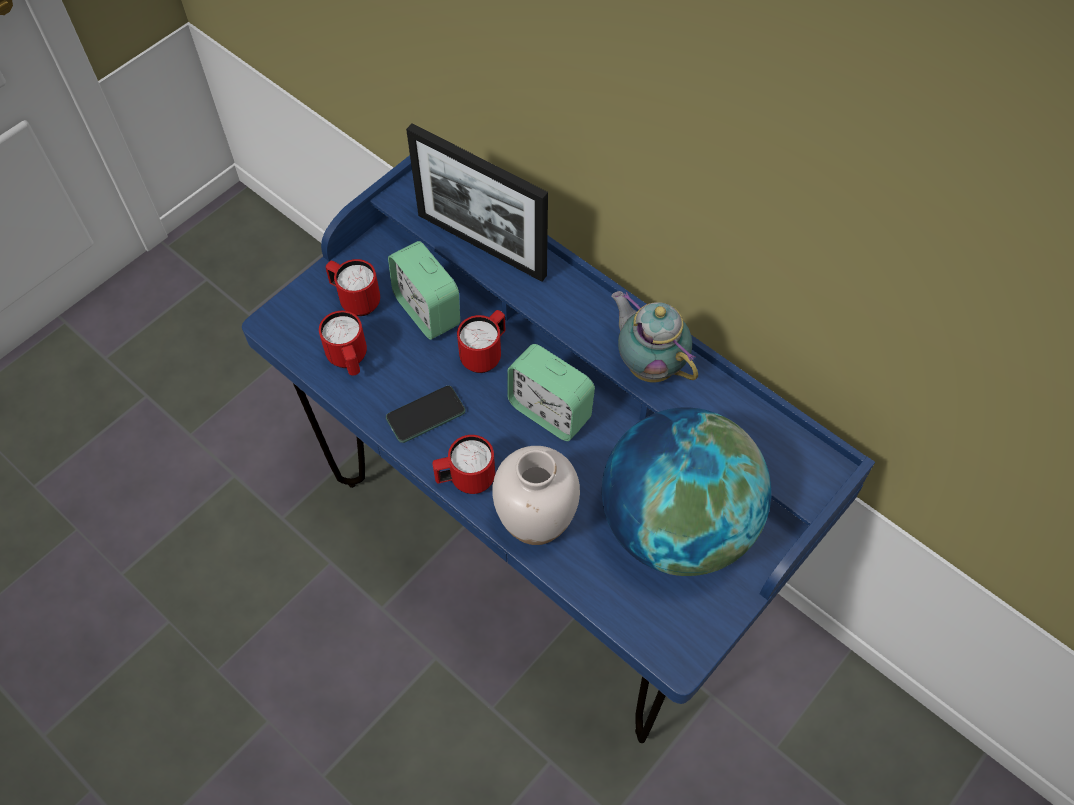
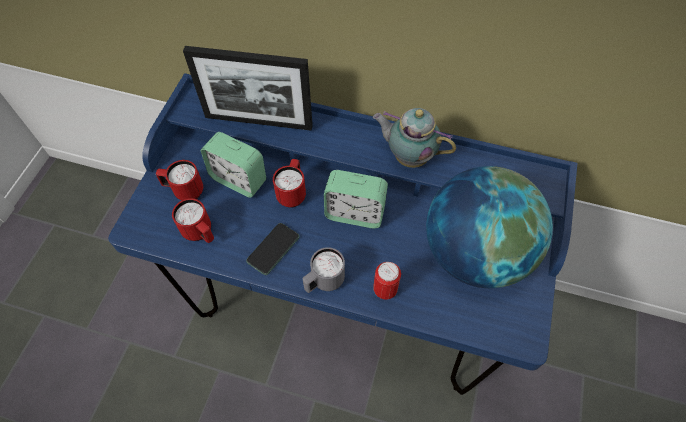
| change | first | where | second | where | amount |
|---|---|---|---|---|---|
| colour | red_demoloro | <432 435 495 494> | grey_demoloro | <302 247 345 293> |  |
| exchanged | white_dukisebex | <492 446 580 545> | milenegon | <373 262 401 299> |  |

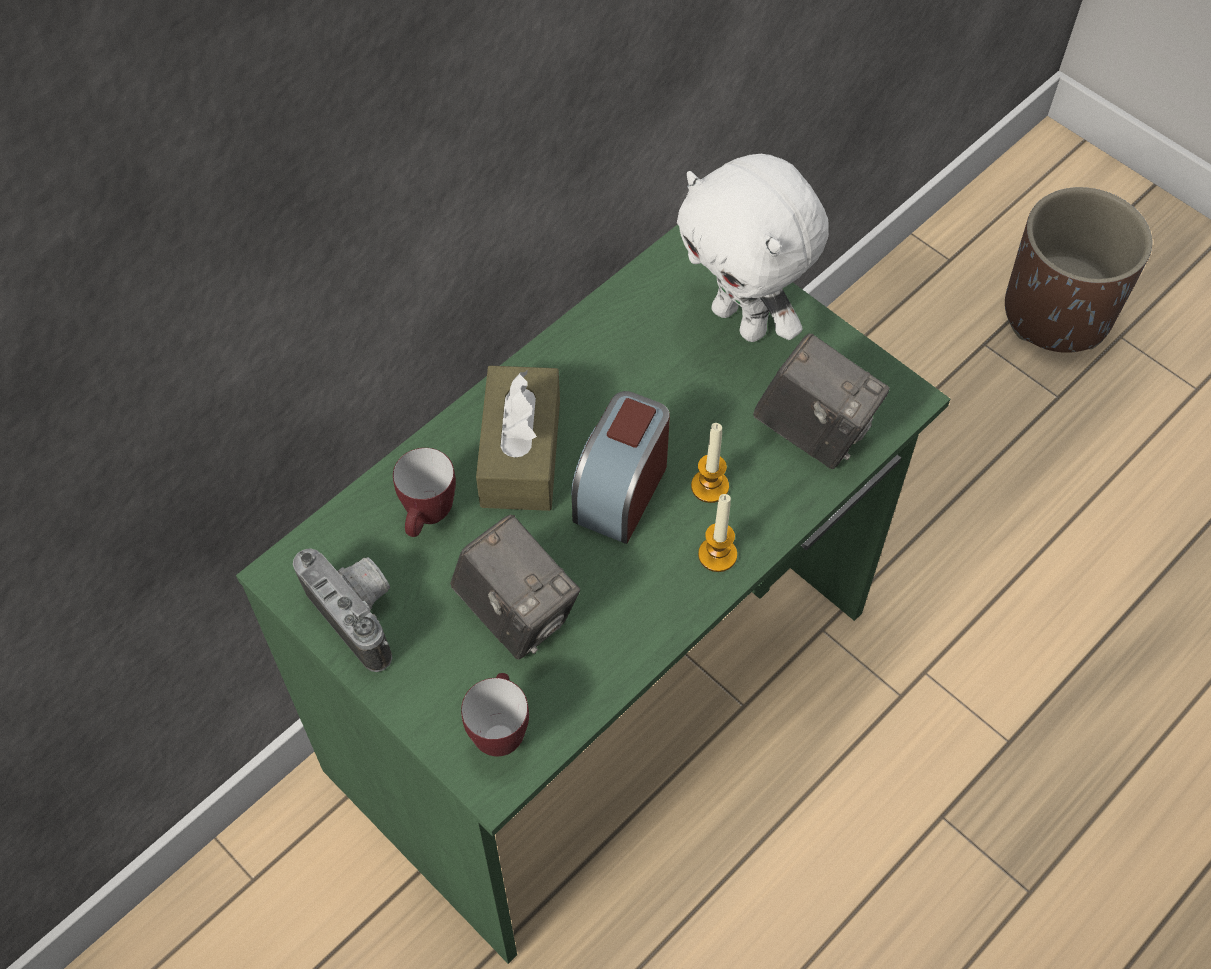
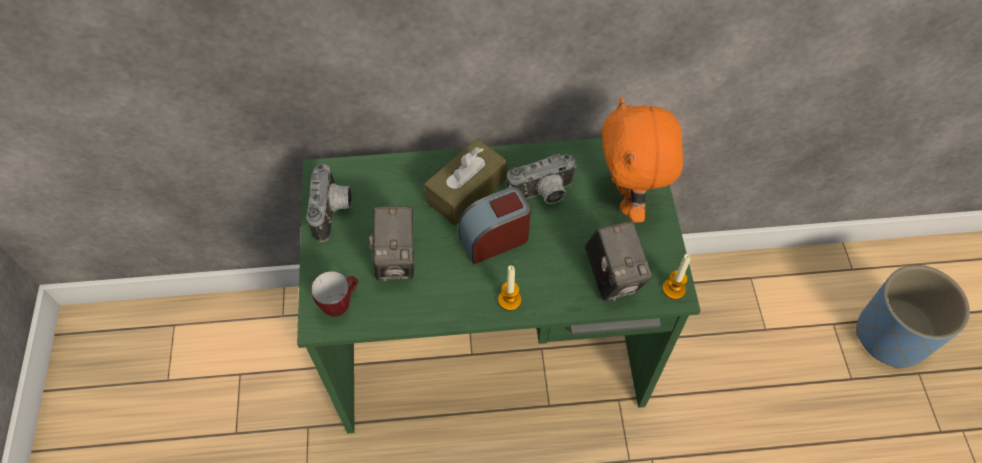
| change | first | where | second | where | amount |
|---|---|---|---|---|---|
| appeared |  |  | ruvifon | <507 154 577 204> |  |
| colour | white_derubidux | <677 154 829 342> | orange_derubidux | <602 97 683 223> |  |
| relocated | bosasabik | <691 423 729 503> |  | <663 254 691 299> |  |
| colour | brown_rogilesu | <1005 187 1152 353> | blue_rogilesu | <856 265 970 368> |  |
| missing | demoloro | <393 448 456 537> |  |  |  |

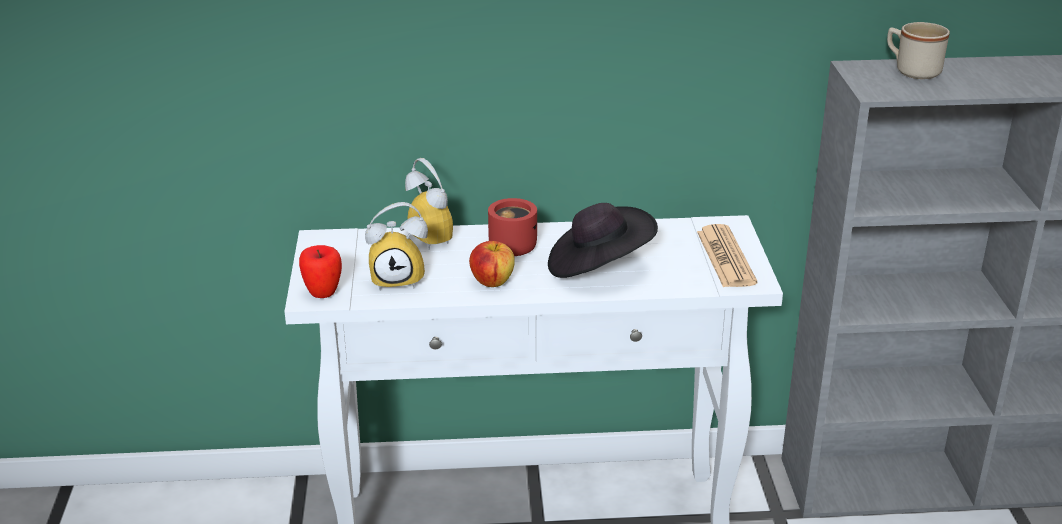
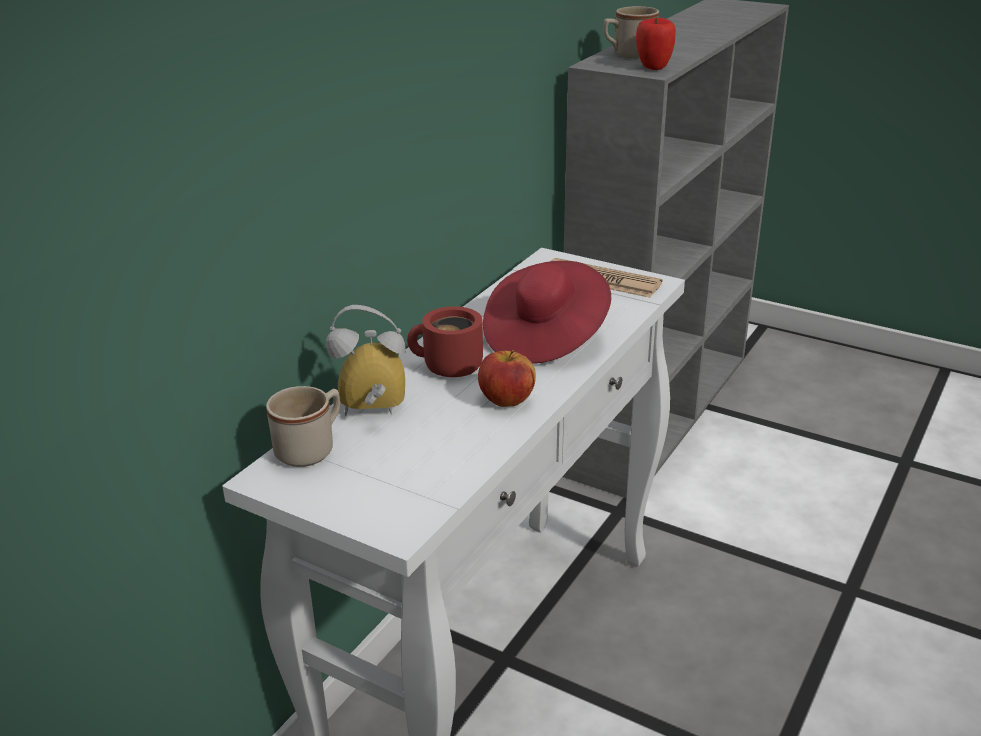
| change | first | where | second | where | amount |
|---|---|---|---|---|---|
| appeared |  |  | beige_demoloro | <266 386 340 467> |  |
| colour | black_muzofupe | <548 203 658 278> | red_muzofupe | <483 261 611 364> |  |
| relocated | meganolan | <299 245 342 298> |  | <636 18 676 70> |  |
| missing | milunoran | <365 202 428 291> |  |  |  |

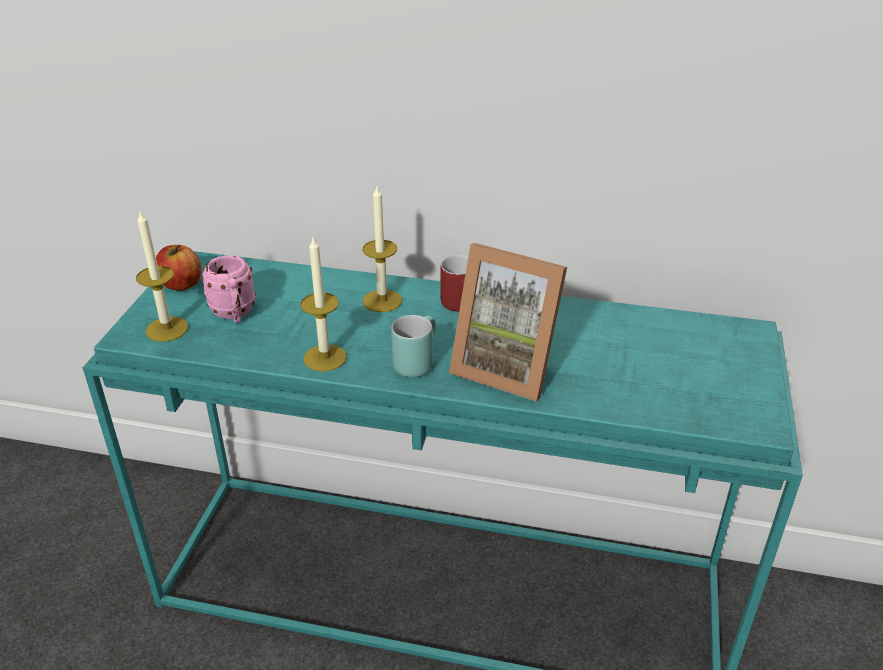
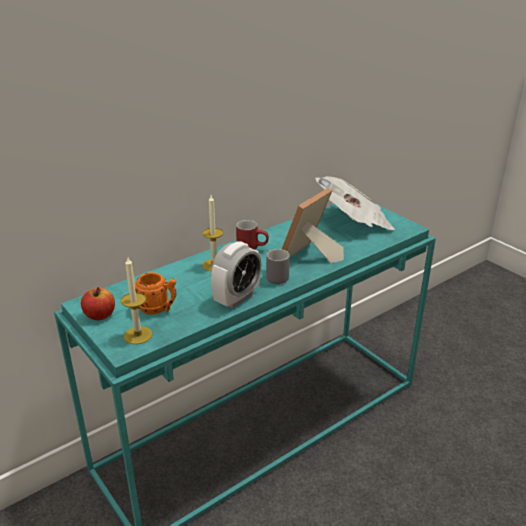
| change | first | where | second | where | amount |
|---|---|---|---|---|---|
| colour | pink_demoloro | <201 255 256 323> | orange_demoloro | <135 272 176 315> |  |
| exchanged | bosasabik | <300 237 347 372> | milunoran | <211 241 261 309> |  |
| colour | turquoise_demoloro | <391 315 436 378> | grey_demoloro | <266 249 290 284> |  |
| spun | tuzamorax | <449 243 567 402> |  | <282 188 344 263> | 150 degrees clockwise |
| appeared |  |  | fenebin | <315 176 395 230> |  |

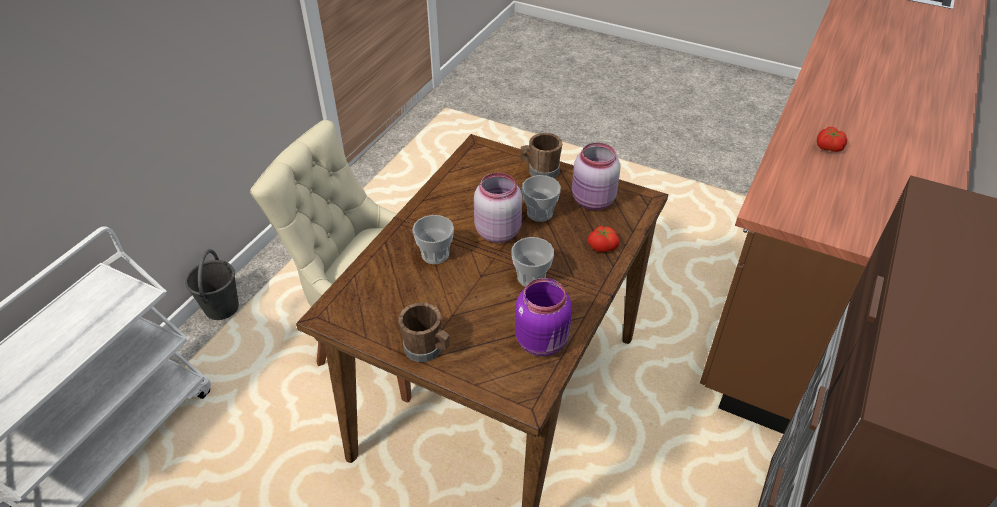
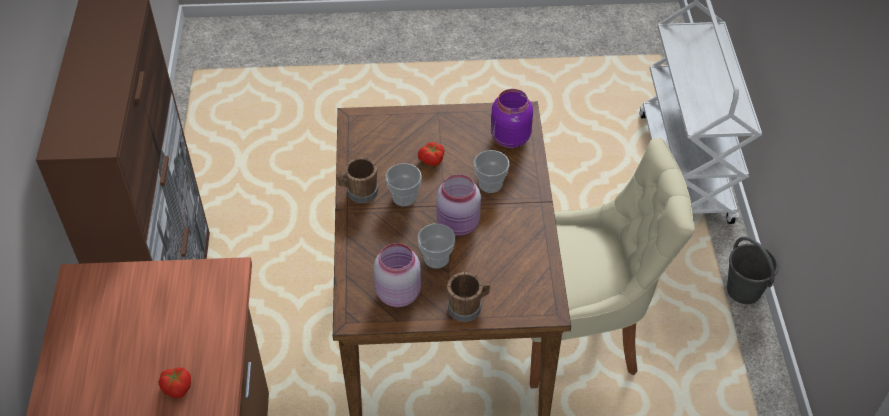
| change | first | where | second | where | amount |
|---|---|---|---|---|---|
| relocated | brown_demoloro | <399 302 450 362> |  | <337 157 378 203> |  |
| relocated | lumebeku | <588 225 620 252> |  | <418 142 444 166> |  |
| relocated | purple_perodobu | <515 278 572 357> |  | <491 89 533 148> |  |

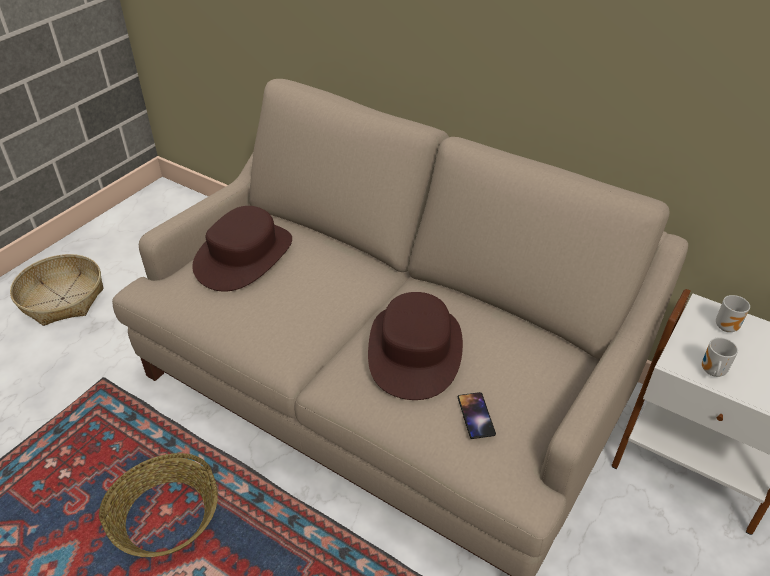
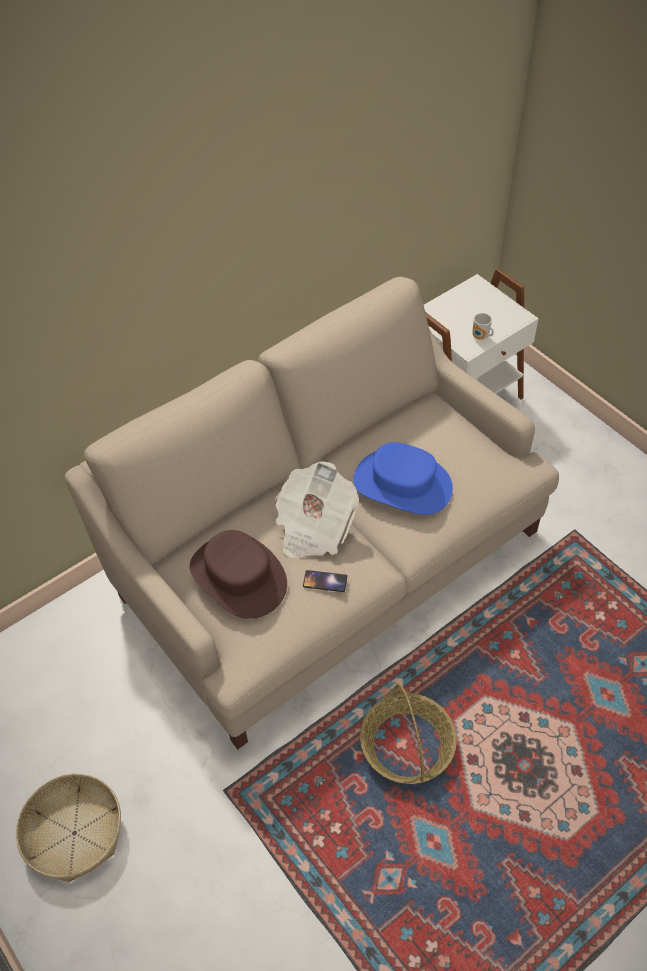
| change | first | where | second | where | amount |
|---|---|---|---|---|---|
| appeared |  |  | fenebin | <275 461 359 558> |  |
| relocated | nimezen | <458 392 496 439> |  | <303 570 347 592> |  |
| colour | brown_muzofupe | <368 292 463 400> | blue_muzofupe | <353 442 453 515> |  |
| missing | demoloro | <716 295 750 332> |  |  |  |

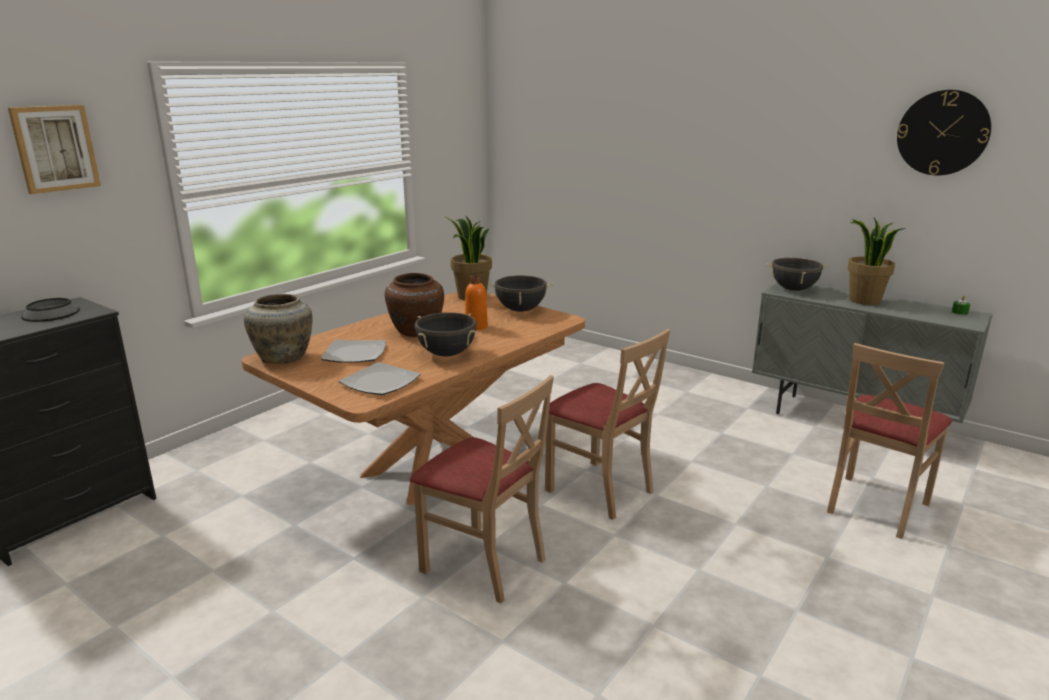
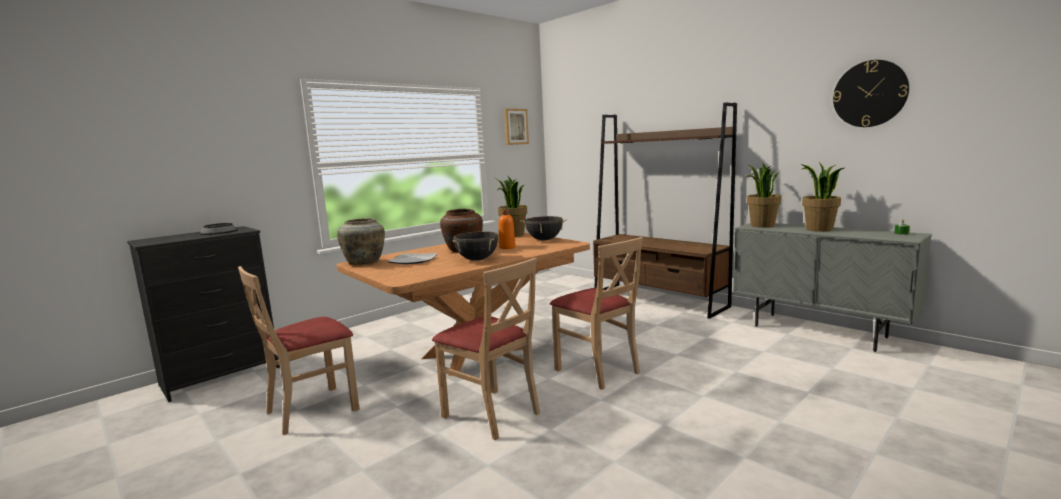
| change | first | where | second | where | amount |
|---|---|---|---|---|---|
| relocated | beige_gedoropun | <827 343 952 539> |  | <238 266 360 435> |  |
| relocated | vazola | <8 105 101 194> |  | <504 109 529 145> |  |
| appeared |  |  | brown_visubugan | <593 102 737 319> |  |
| exchanged | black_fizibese | <766 257 829 291> | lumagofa | <746 163 781 228> |  |
| missing | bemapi | <339 362 421 395> |  |  |  |

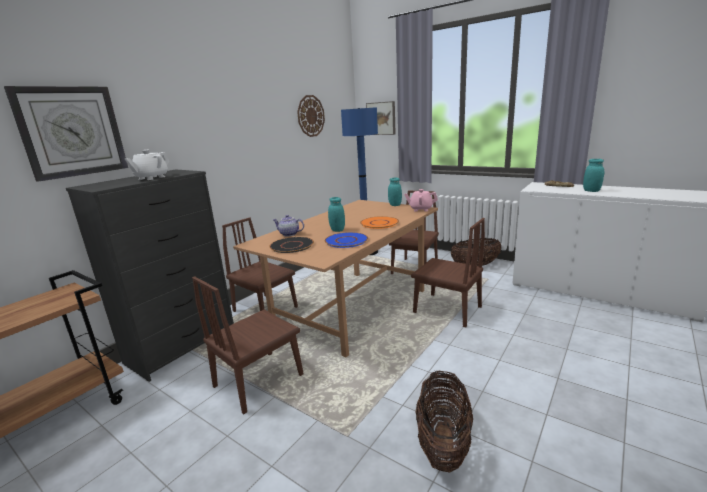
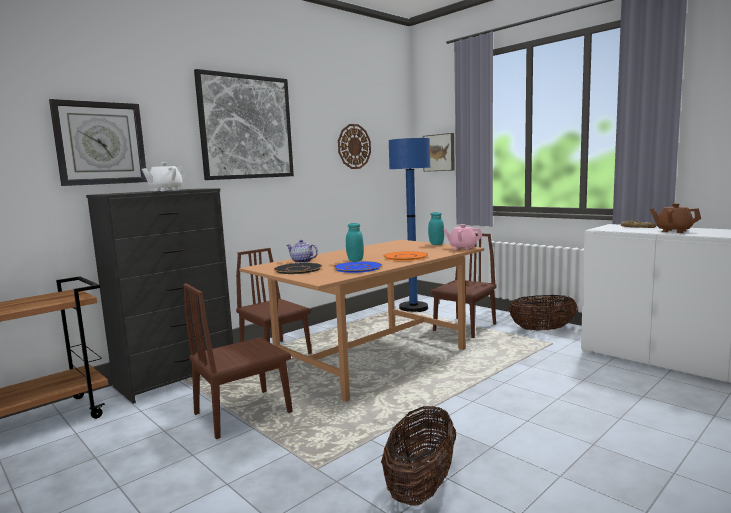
| change | first | where | second | where | amount |
|---|---|---|---|---|---|
| appeared |  |  | vazola | <194 69 294 180> |  |
| exchanged | turquoise_perodobu | <583 159 604 192> | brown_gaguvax | <650 203 701 233> |  |
| missing | brown_gedoropun | <411 218 485 328> |  |  |  |

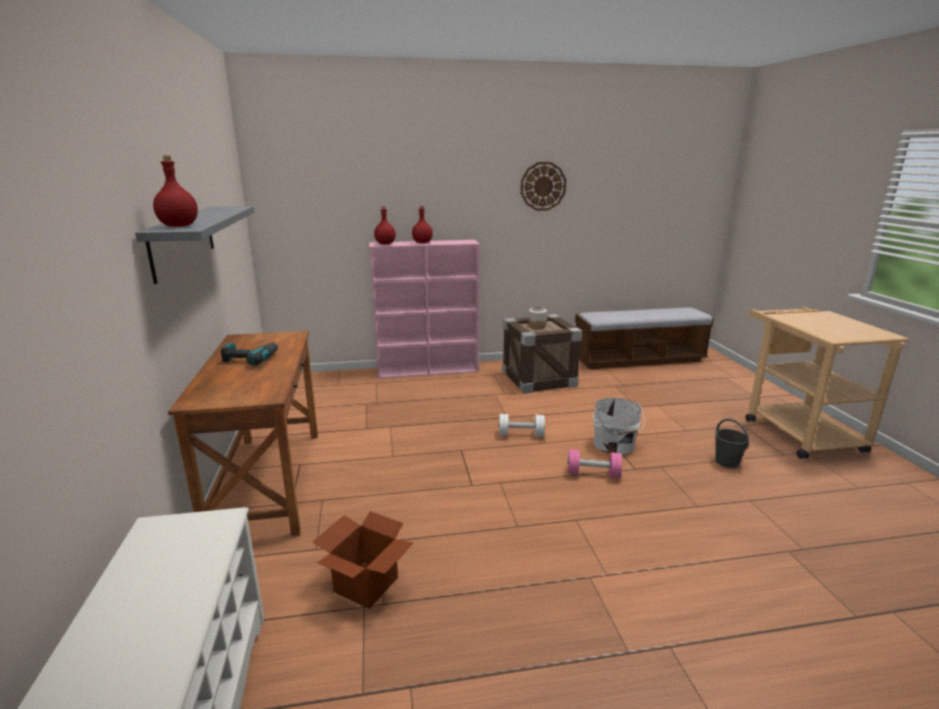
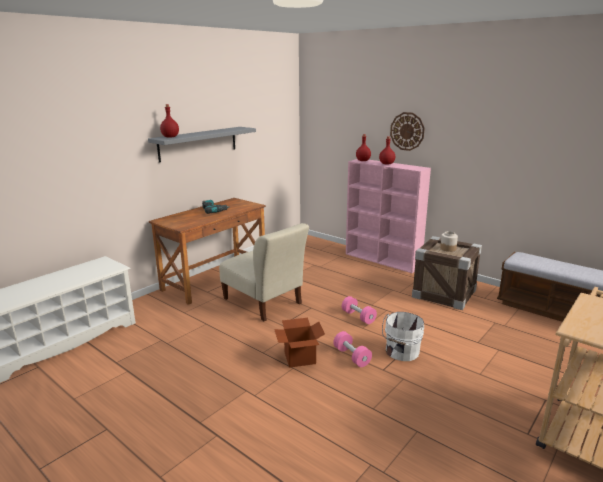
| change | first | where | second | where | amount |
|---|---|---|---|---|---|
| appeared |  |  | beige_gedoropun | <219 223 309 322> |  |
| relocated | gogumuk | <312 511 414 609> |  | <274 318 325 368> |  |
| colour | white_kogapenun | <498 414 545 436> | pink_kogapenun | <342 296 377 324> |  |
| relocated | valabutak | <521 162 566 211> |  | <390 112 425 151> |  |
| missing | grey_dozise | <715 418 749 468> |  |  |  |

